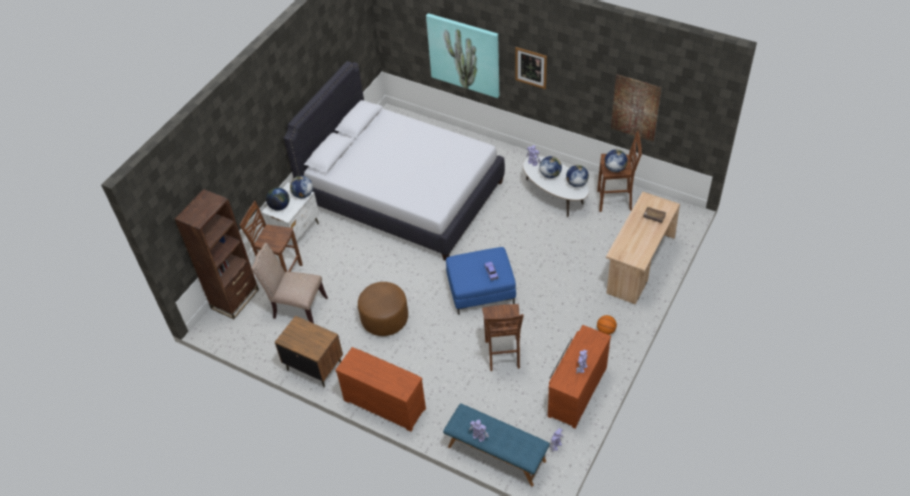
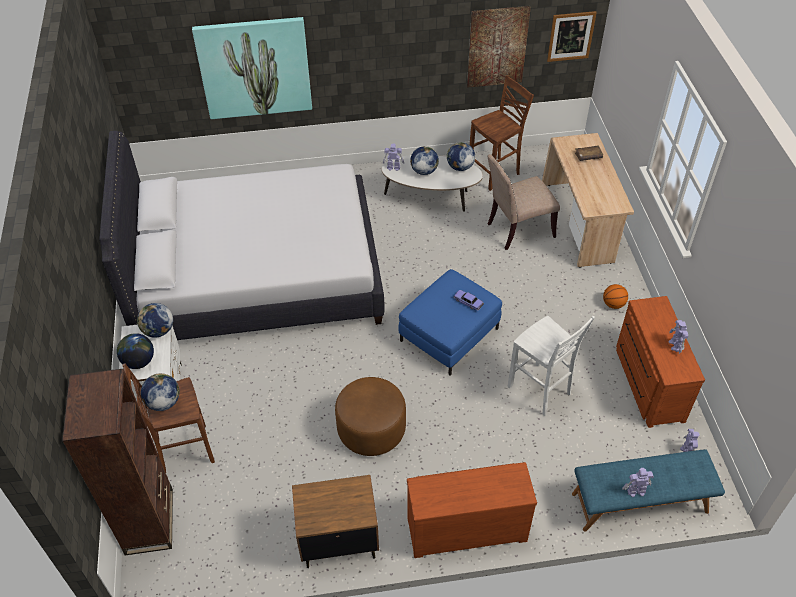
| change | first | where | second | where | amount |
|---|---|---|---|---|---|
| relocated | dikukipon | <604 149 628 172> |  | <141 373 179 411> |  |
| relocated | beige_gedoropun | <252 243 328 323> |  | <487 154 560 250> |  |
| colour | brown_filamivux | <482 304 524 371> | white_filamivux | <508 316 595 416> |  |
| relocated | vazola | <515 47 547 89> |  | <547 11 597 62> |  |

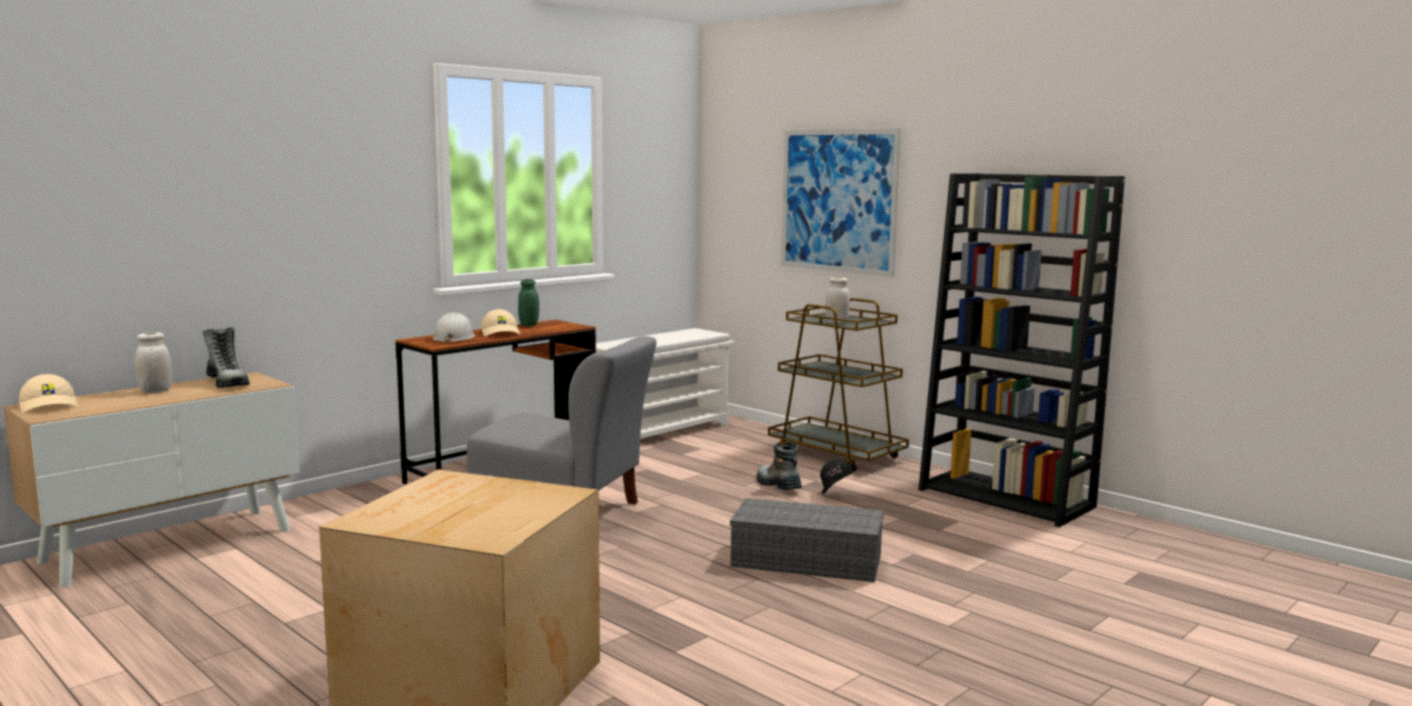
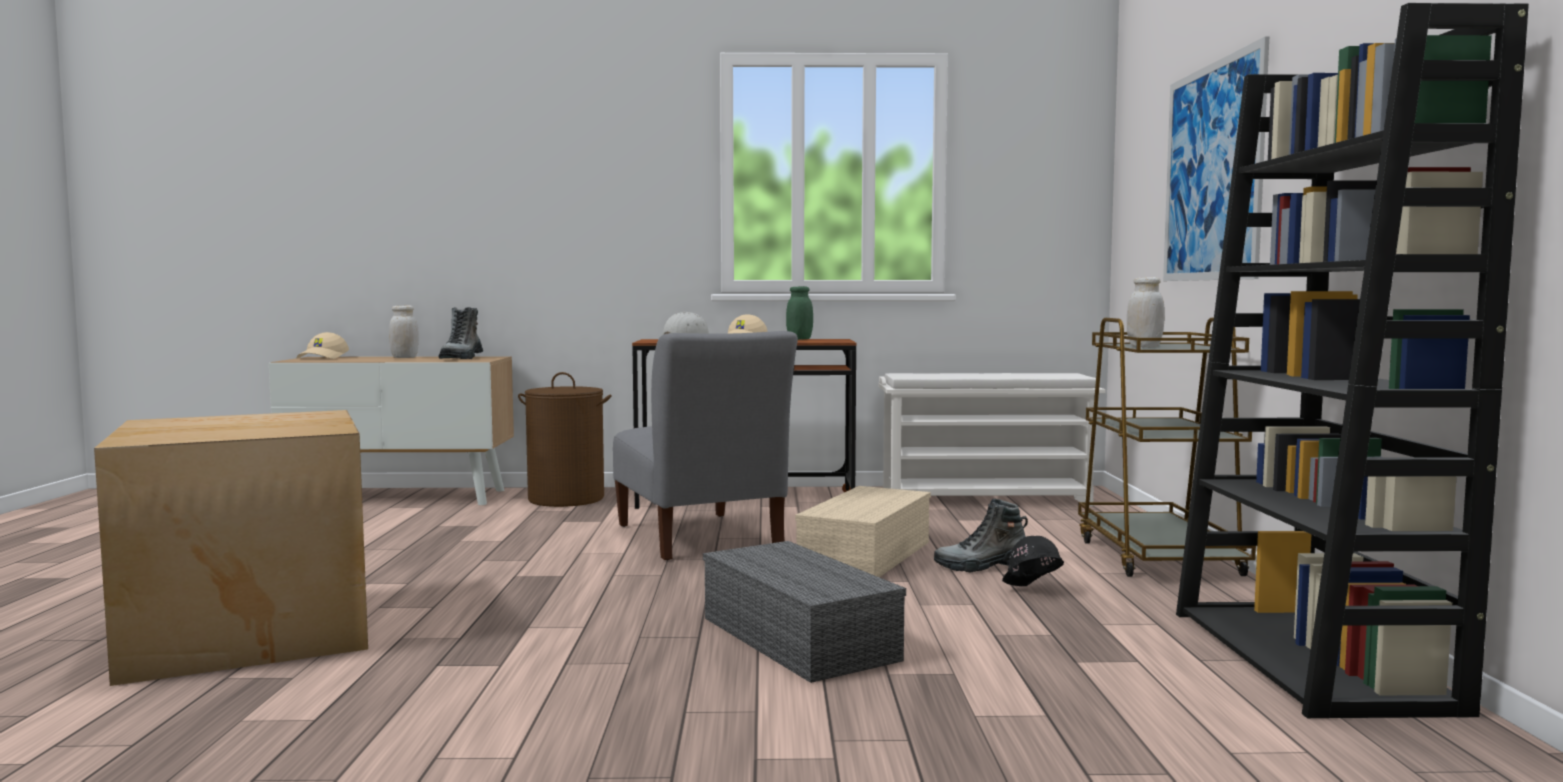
| change | first | where | second | where | amount |
|---|---|---|---|---|---|
| appeared |  |  | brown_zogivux | <518 372 611 507> |  |
| appeared |  |  | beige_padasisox | <795 486 931 577> |  |
| spun | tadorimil | <757 442 802 490> |  | <934 499 1028 573> | 105 degrees counterclockwise |

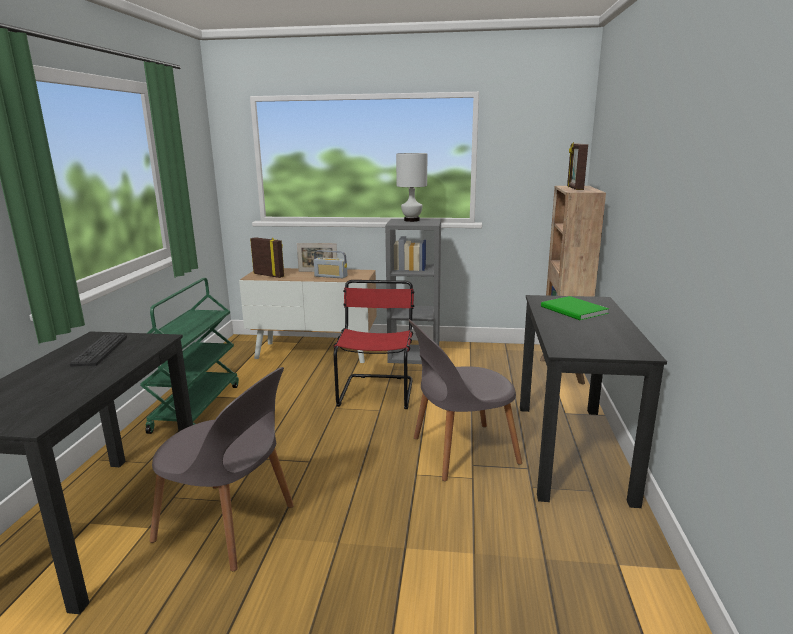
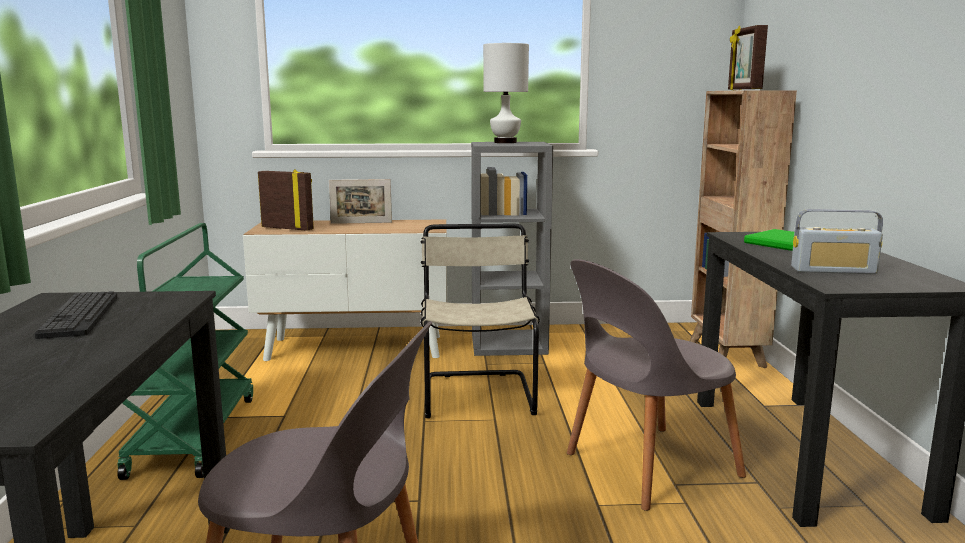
| change | first | where | second | where | amount |
|---|---|---|---|---|---|
| colour | red_gedoropun | <334 280 415 409> | beige_gedoropun | <420 224 540 418> |  |
| relocated | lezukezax | <313 250 347 278> |  | <791 209 883 274> |  |

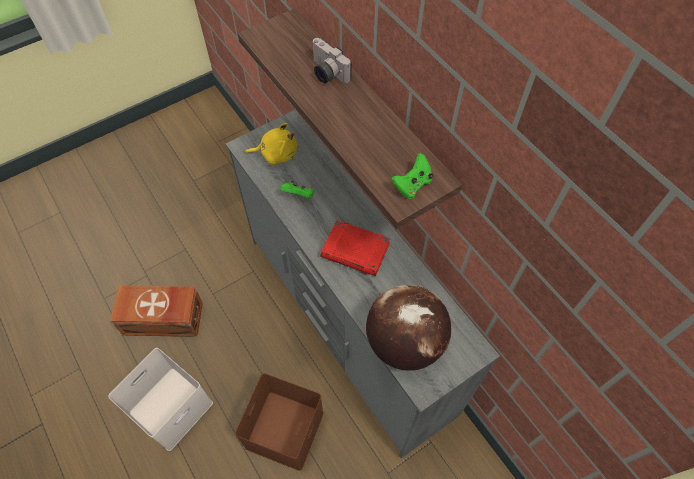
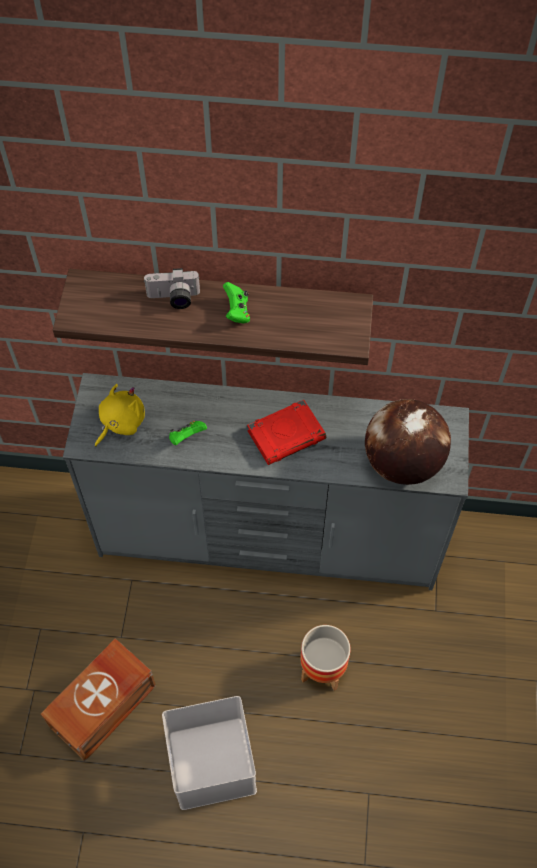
| change | first | where | second | where | amount |
|---|---|---|---|---|---|
| relocated | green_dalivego | <391 153 433 199> |  | <223 282 250 323> |  |
| exchanged | brown_padasisox | <235 373 324 471> | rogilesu | <300 625 350 691> |  |

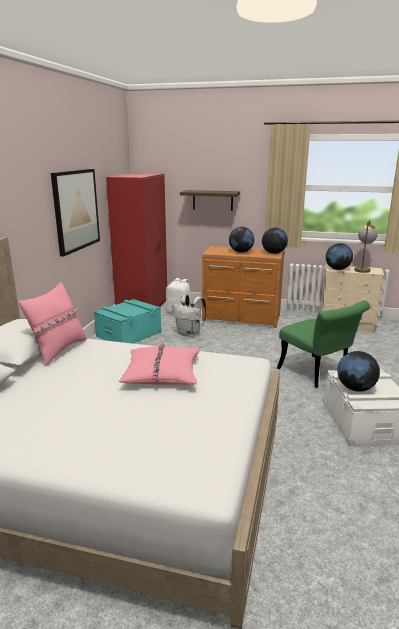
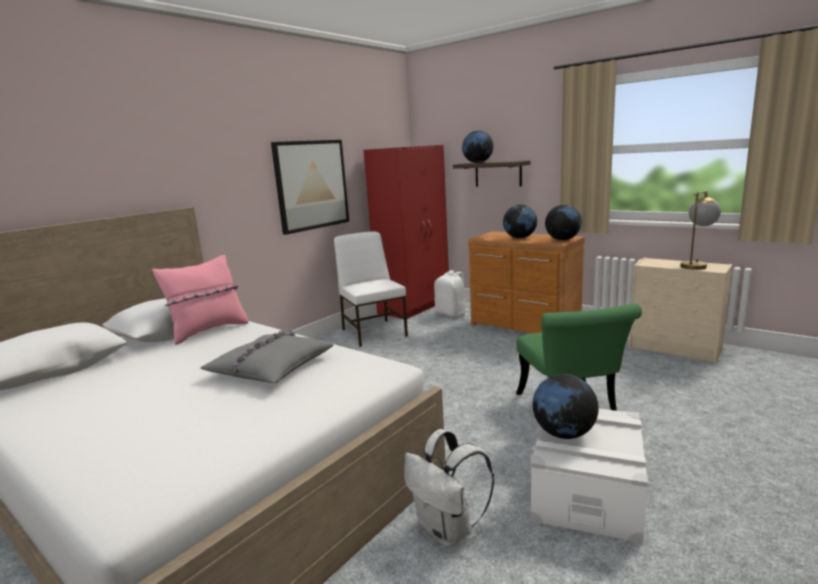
| change | first | where | second | where | amount |
|---|---|---|---|---|---|
| colour | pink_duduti | <118 342 200 385> | grey_duduti | <200 329 333 383> |  |
| exchanged | turquoise_padasisox | <94 299 162 344> | white_gedoropun | <334 232 408 347> |  |
| relocated | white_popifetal | <172 294 206 337> |  | <404 429 494 547> |  |
| relocated | dikukipon | <326 243 353 270> |  | <462 131 493 163> |  |

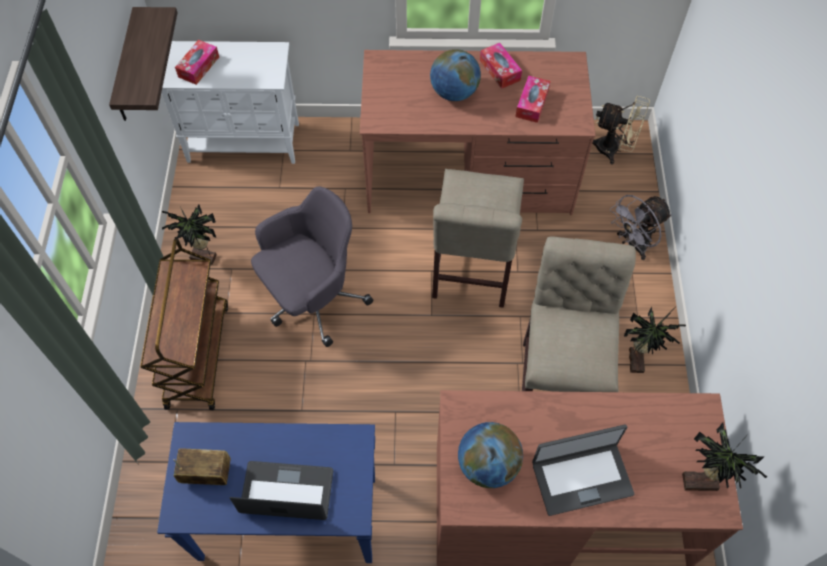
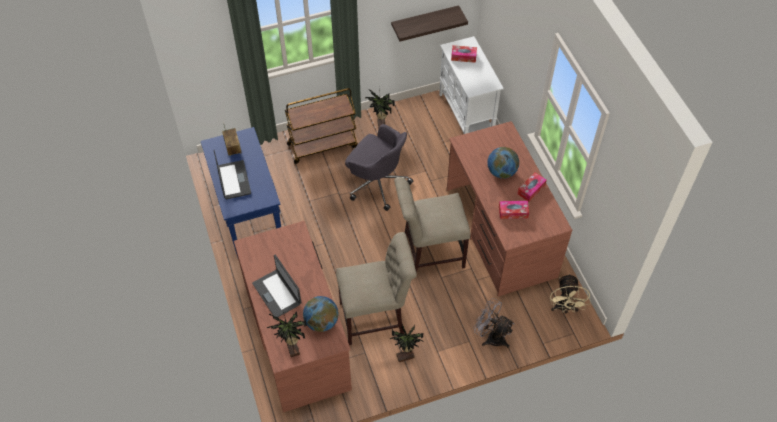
| change | first | where | second | where | amount |
|---|---|---|---|---|---|
| relocated | dikukipon | <458 422 523 488> |  | <303 296 339 332> |  |

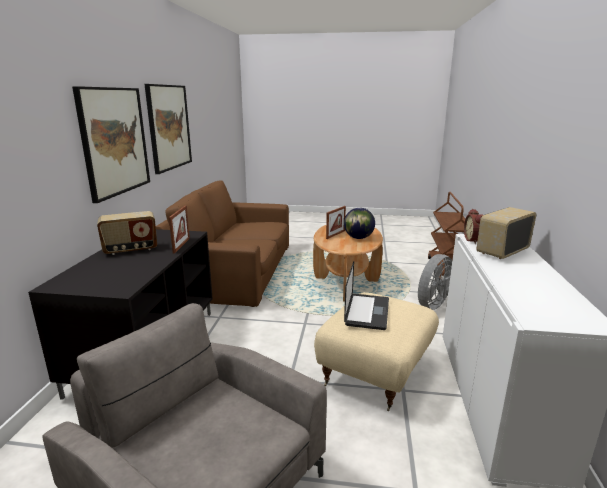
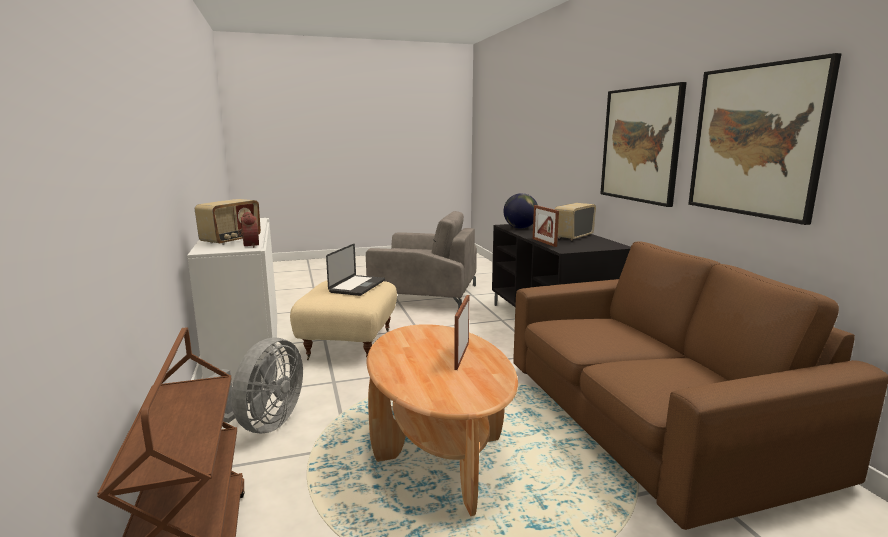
| change | first | where | second | where | amount |
|---|---|---|---|---|---|
| spun | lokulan | <344 261 389 330> |  | <326 244 385 296> | 150 degrees counterclockwise |
| relocated | dikukipon | <344 208 375 239> |  | <503 193 538 229> |  |

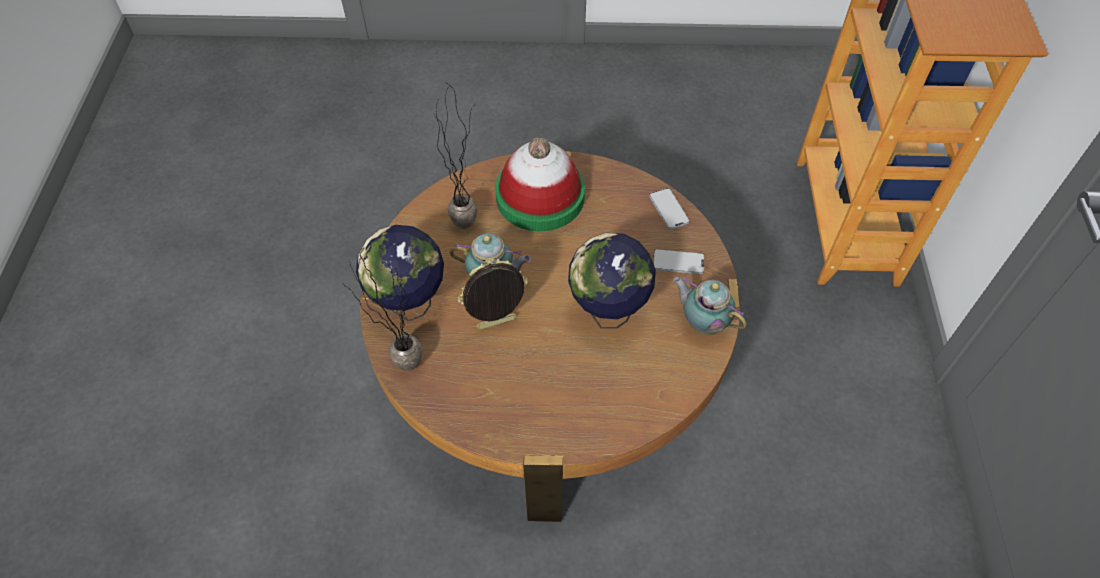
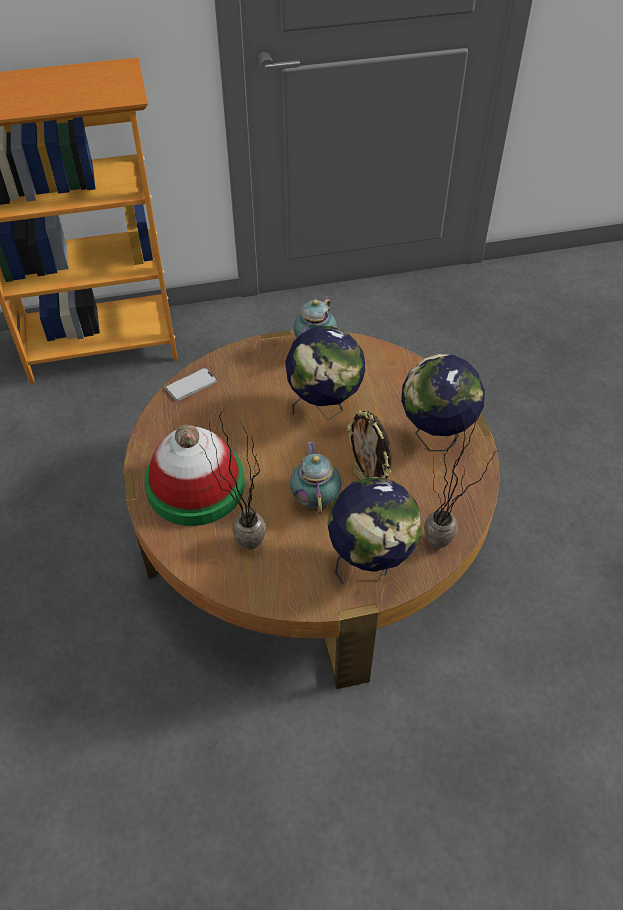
| change | first | where | second | where | amount |
|---|---|---|---|---|---|
| appeared |  |  | dikukipon | <401 354 485 451> |  |
| missing | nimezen | <653 249 704 274> |  |  |  |

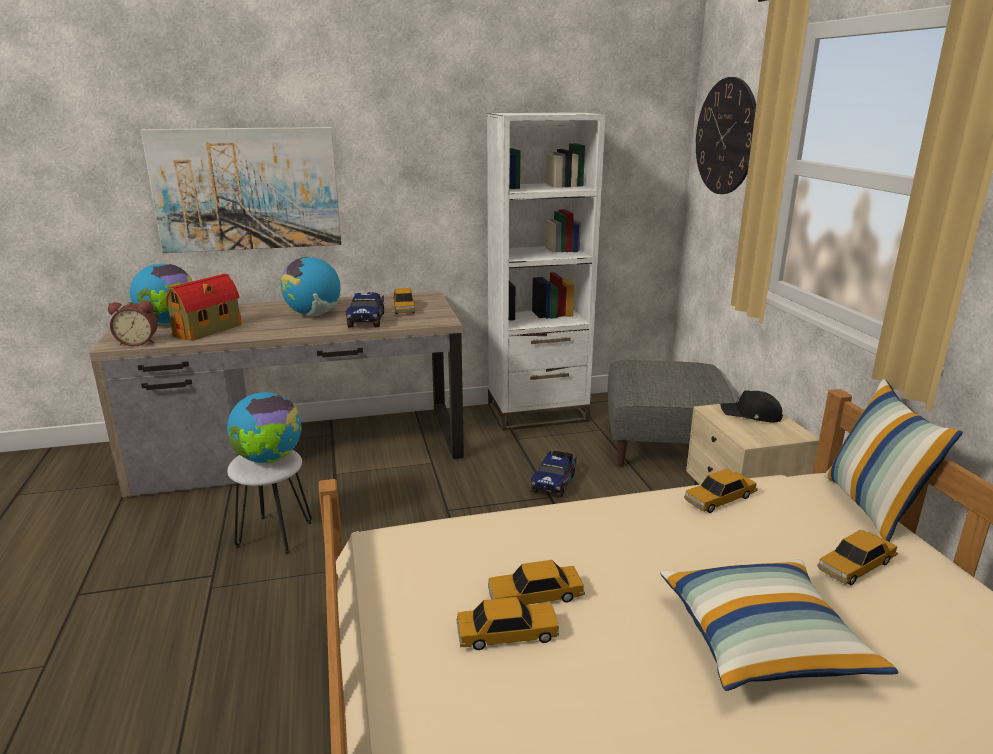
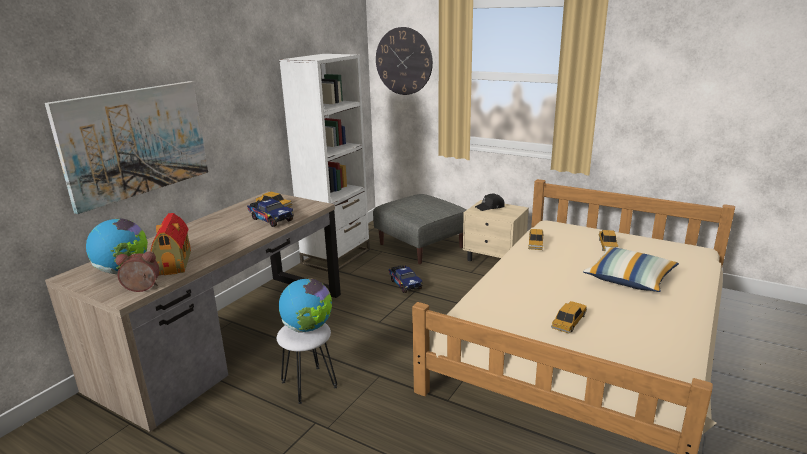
| change | first | where | second | where | amount |
|---|---|---|---|---|---|
| spun | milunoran | <108 301 158 346> |  | <115 252 159 292> | 135 degrees counterclockwise |
| missing | dikukipon | <280 257 341 316> |  |  |  |
| missing | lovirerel | <488 560 585 605> |  |  |  |
| missing | duduti | <824 379 963 542> |  |  |  |

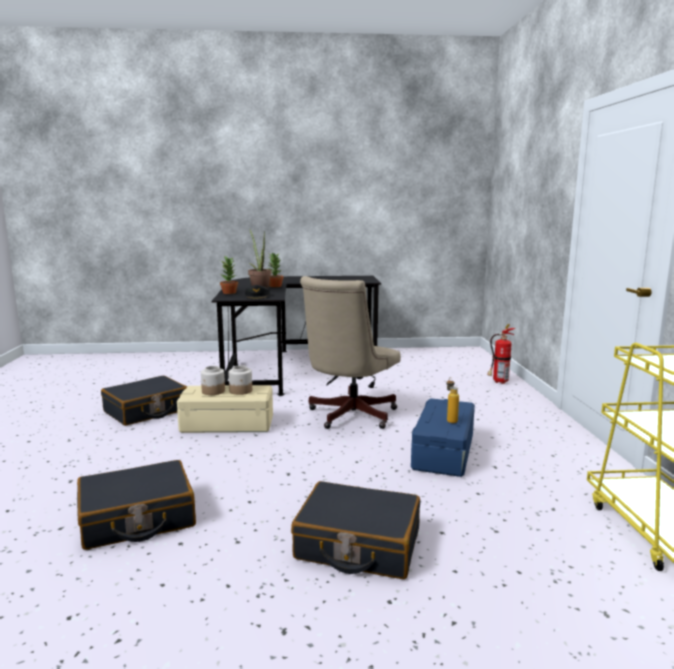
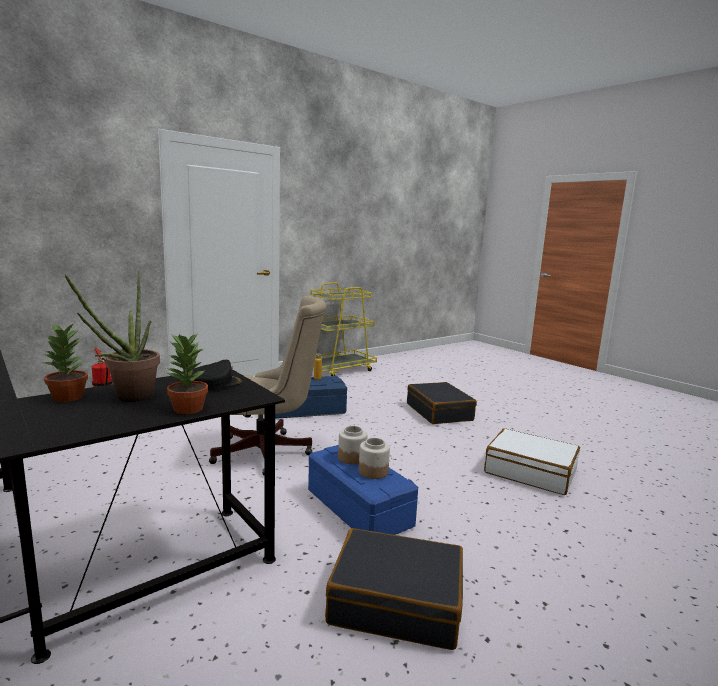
| change | first | where | second | where | amount |
|---|---|---|---|---|---|
| colour | beige_padasisox | <177 385 273 433> | blue_padasisox | <308 445 418 535> |  |
| colour | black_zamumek | <77 460 196 550> | white_zamumek | <484 428 580 495> |  |

